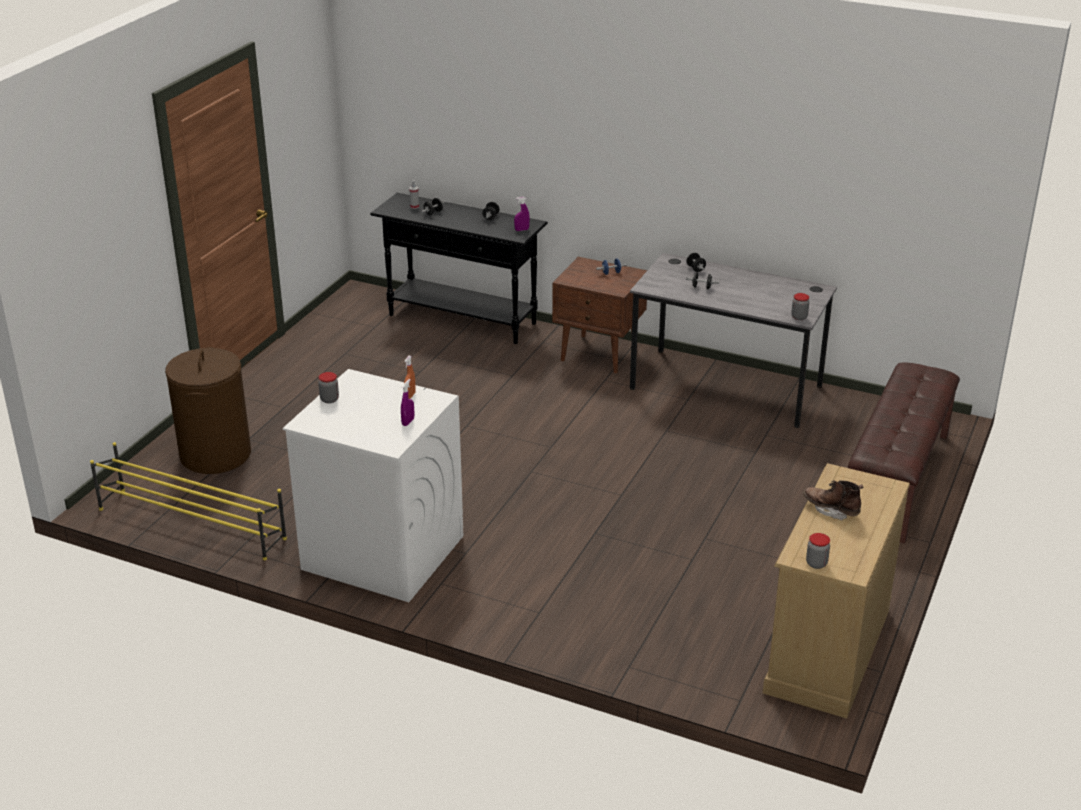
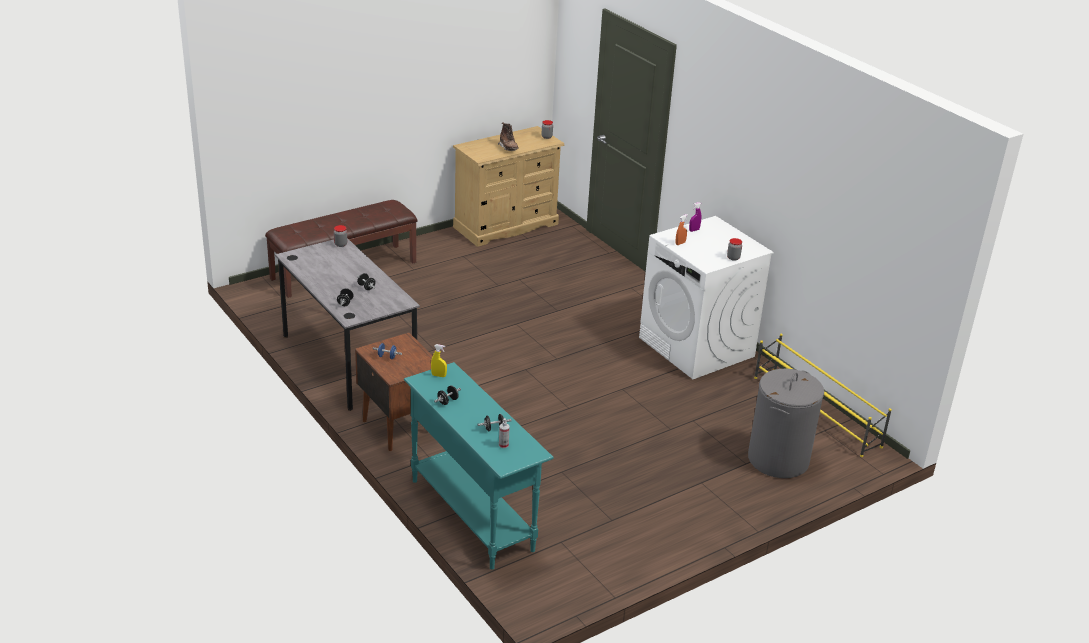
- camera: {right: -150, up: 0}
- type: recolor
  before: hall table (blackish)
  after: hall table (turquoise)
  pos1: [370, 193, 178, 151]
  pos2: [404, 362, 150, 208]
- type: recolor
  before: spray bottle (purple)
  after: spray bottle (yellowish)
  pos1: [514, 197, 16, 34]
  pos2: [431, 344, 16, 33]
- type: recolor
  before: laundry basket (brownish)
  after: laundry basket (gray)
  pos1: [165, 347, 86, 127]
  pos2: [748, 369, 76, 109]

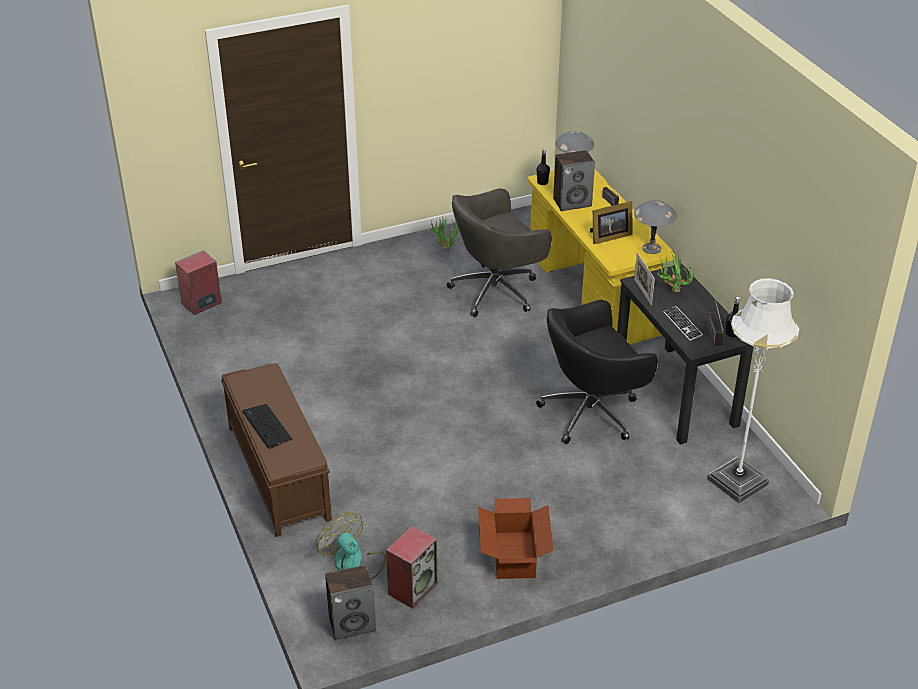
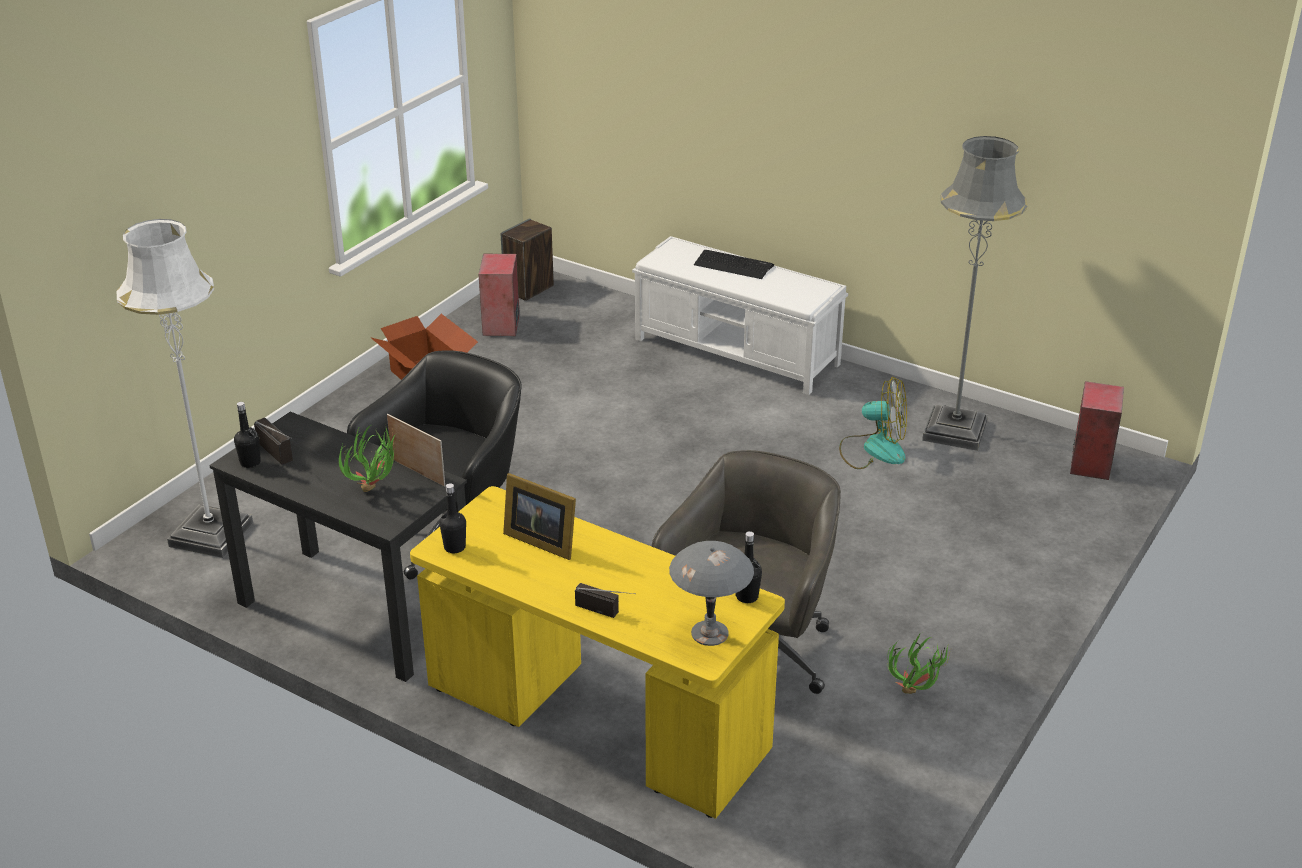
- camera: {right: 145, up: -5}
- type: delete
  before: audio speaker
  pos1: [553, 150, 42, 61]
- type: replace
  before: table lamp (gray)
  after: drink bottle (blackish)
  pos1: [634, 200, 43, 54]
  pos2: [439, 483, 27, 70]
- type: rotate
  before: standing frame
  pos1: [590, 201, 42, 43]
  pos2: [503, 473, 73, 87]
  turn: -90
- type: delete
  before: keyboard
  pos1: [663, 306, 40, 35]
- type: recolor
  before: indoor bench (brownish)
  after: indoor bench (whitish)
  pos1: [221, 363, 111, 174]
  pos2: [632, 236, 216, 159]
- type: move
  before: electric fan
  pos1: [316, 512, 70, 68]
  pos2: [839, 377, 68, 92]
- type: insert
  after: standing lamp (gray)
  pos2: [922, 136, 105, 315]

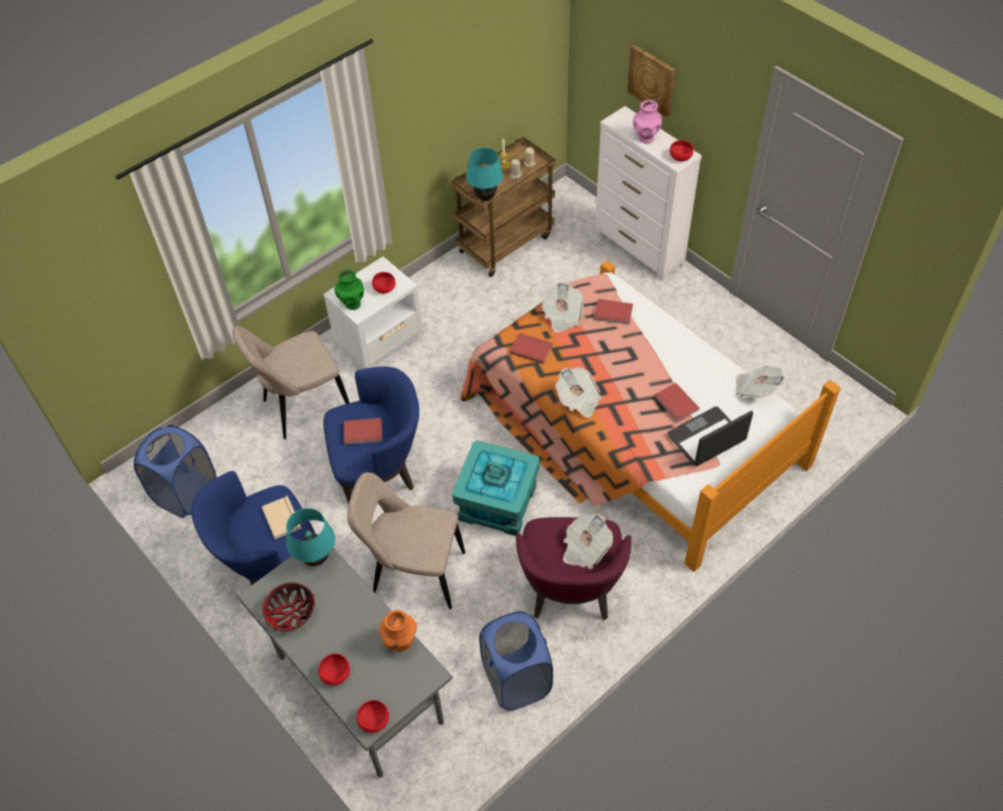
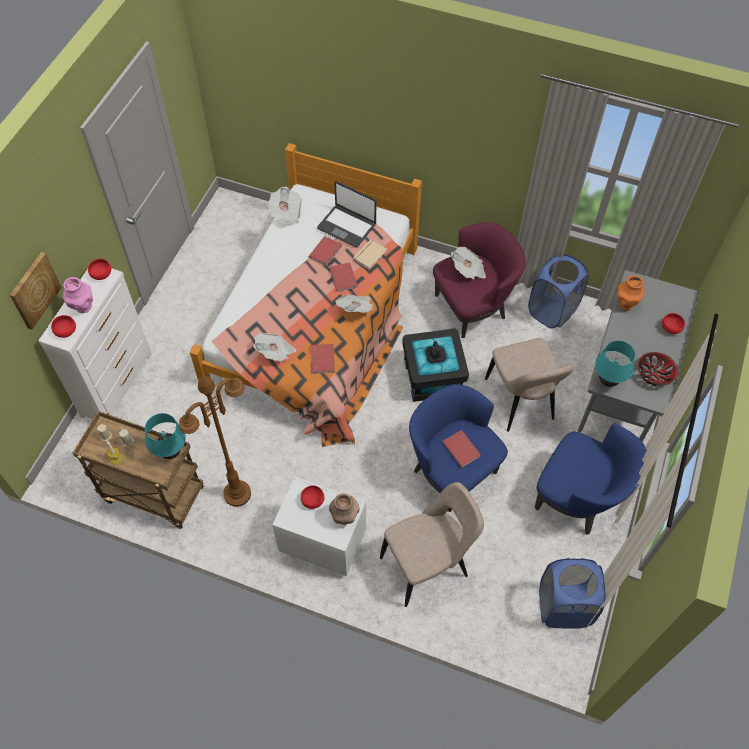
- camera: {right: -120, up: 5}
- type: recolor
  before: decorative vase (green-coloured)
  after: decorative vase (brownish)
  pos1: [334, 269, 30, 41]
  pos2: [329, 494, 31, 31]
- type: move
  before: bound book (red)
  pos1: [594, 299, 39, 26]
  pos2: [329, 262, 29, 30]
- type: rotate
  before: chair (sand-coloured)
  pos1: [232, 326, 117, 113]
  pos2: [380, 482, 104, 125]
  turn: -60
- type: recolor
  before: storage box (turquoise)
  after: storage box (blackish)
  pos1: [452, 441, 88, 95]
  pos2: [402, 328, 67, 74]
- type: move
  before: bound book (sand-coloured)
  pos1: [262, 496, 39, 43]
  pos2: [353, 240, 35, 30]
- type: move
  before: deep dish (red)
  pos1: [357, 700, 32, 33]
  pos2: [51, 315, 25, 23]
- type: insert
  after: standing lamp (brownish)
  pos2: [179, 376, 72, 131]

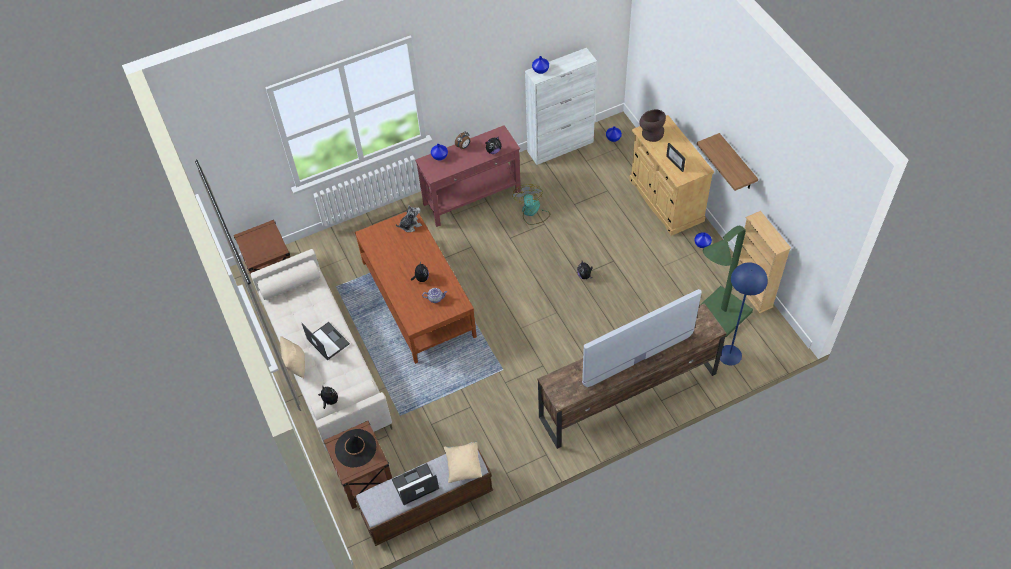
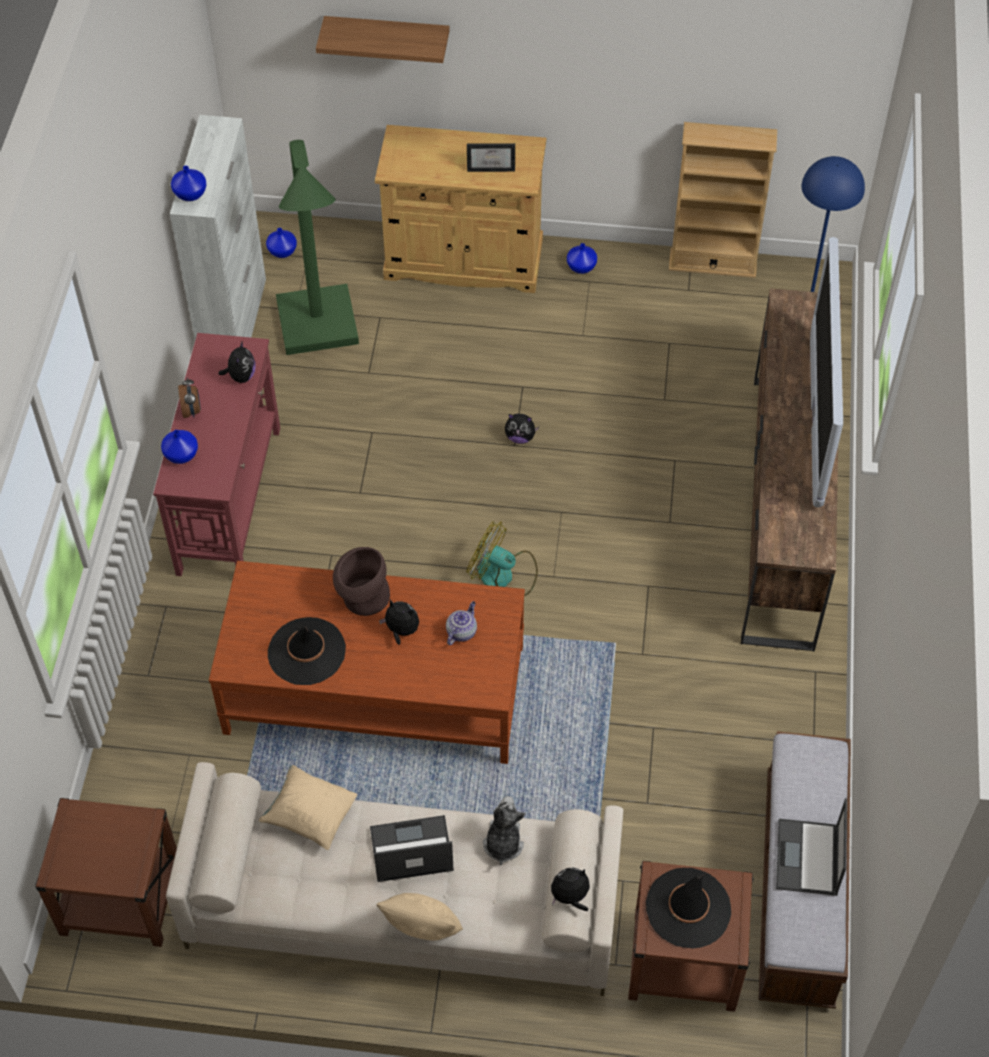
- camera: {right: -60, up: 0}
- type: move
  before: decorative vase (brownish)
  pos1: [640, 110, 26, 32]
  pos2: [333, 547, 57, 69]
- type: move
  before: wall shelf
  pos1: [697, 133, 61, 58]
  pos2: [316, 16, 134, 47]
- type: move
  before: electric fan
  pos1: [512, 184, 38, 41]
  pos2: [466, 522, 72, 74]
- type: move
  before: plush toy
  pos1: [396, 206, 26, 26]
  pos2: [483, 796, 42, 69]
- type: move
  before: standing lamp (green-coloured)
  pos1: [699, 226, 54, 111]
  pos2: [276, 140, 83, 215]
- type: move
  before: throw pillow (sand-coloured)
  pos1: [443, 442, 39, 41]
  pos2: [259, 765, 98, 85]
- type: insert
  after: clothing hat (blackish)
  pos2: [268, 617, 78, 68]

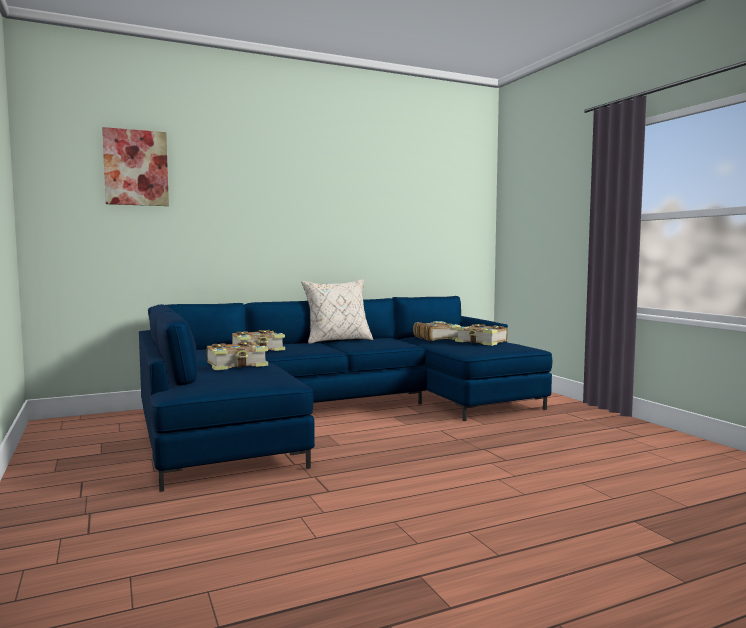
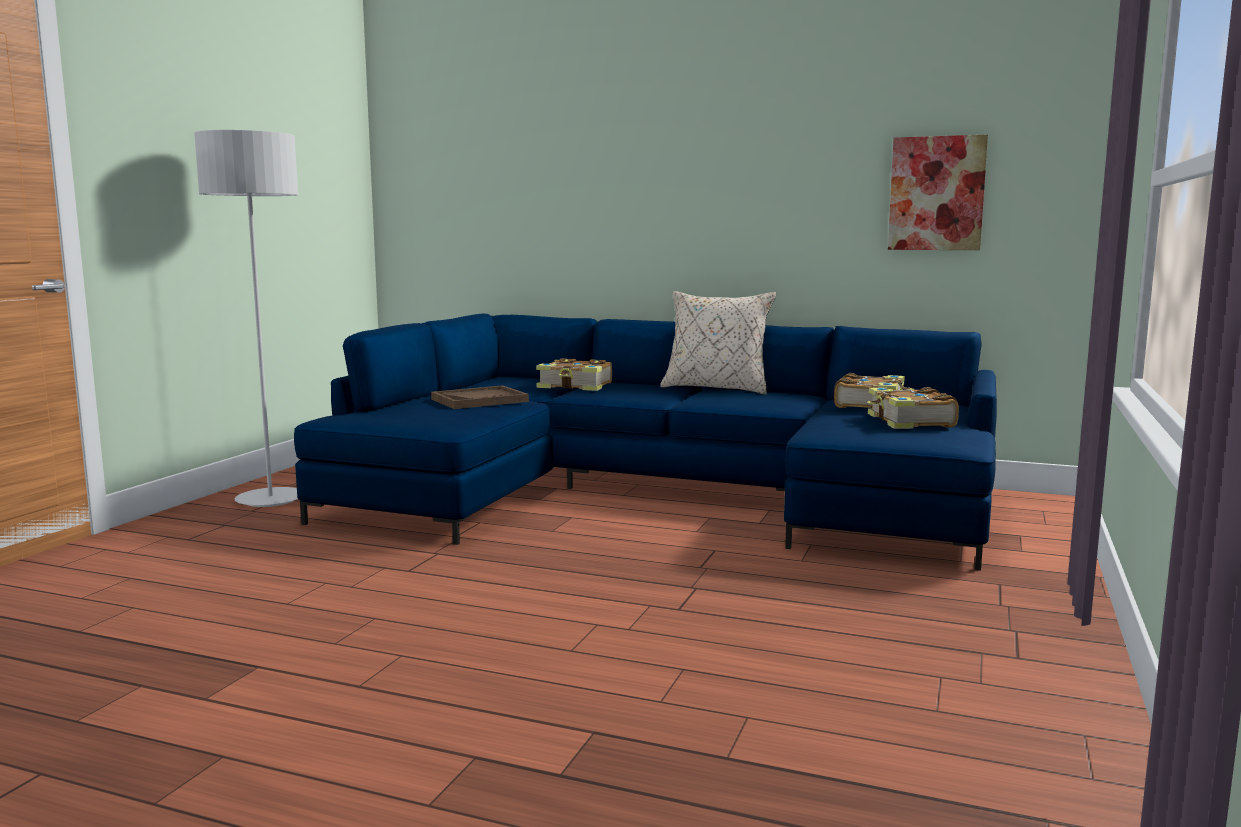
- camera: {right: 45, up: 5}
- type: move
  before: wall picture
  pos1: [102, 127, 67, 79]
  pos2: [888, 135, 100, 115]
- type: replace
  before: bound book
  after: carrying tray (brownish)
  pos1: [207, 341, 61, 29]
  pos2: [431, 385, 98, 24]
- type: insert
  after: standing lamp (gray)
  pos2: [194, 130, 104, 377]

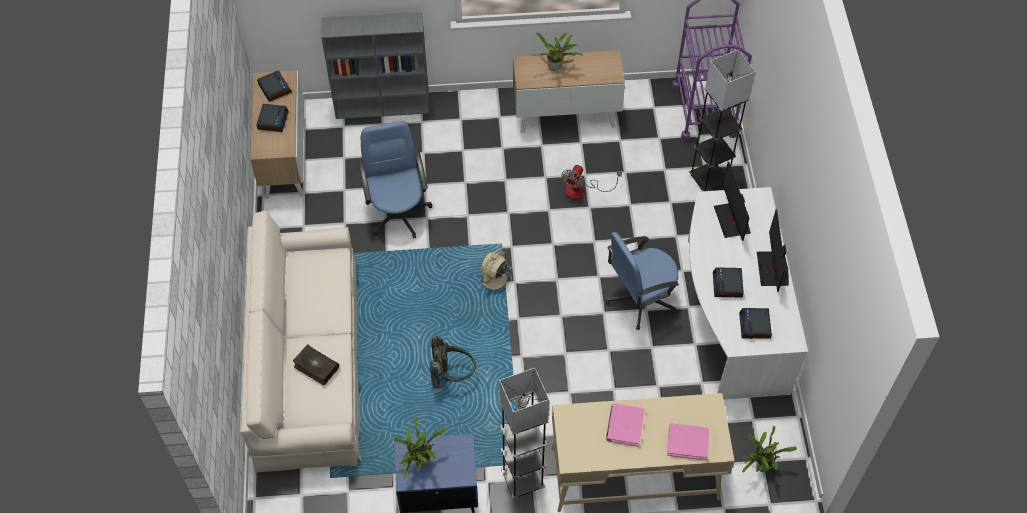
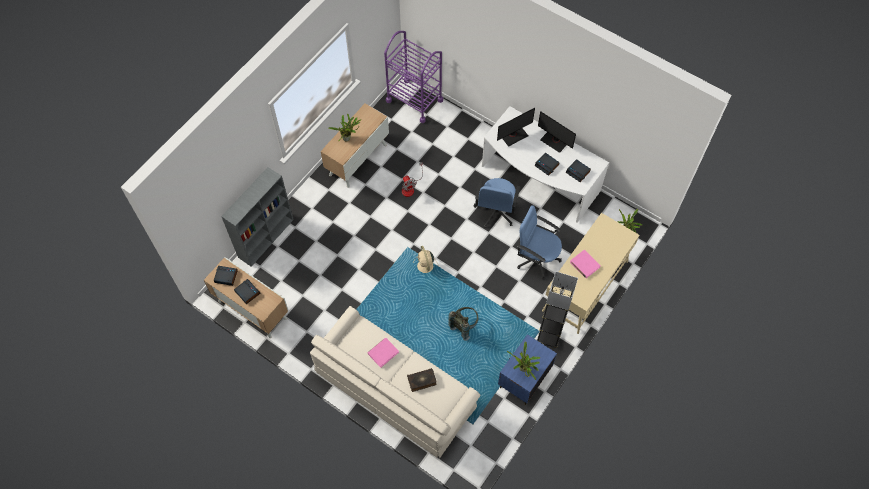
- camera: {right: -50, up: 5}
- type: delete
  before: standing lamp (gray)
  pos1: [689, 50, 66, 141]
- type: move
  before: office chair (blue-coloured)
  pos1: [357, 121, 75, 117]
  pos2: [517, 205, 45, 74]
- type: rotate
  before: computer display
  pos1: [714, 161, 37, 80]
  pos2: [497, 108, 38, 39]
  turn: -60
- type: move
  before: bound book (pink)
  pos1: [667, 423, 42, 37]
  pos2: [367, 338, 32, 30]

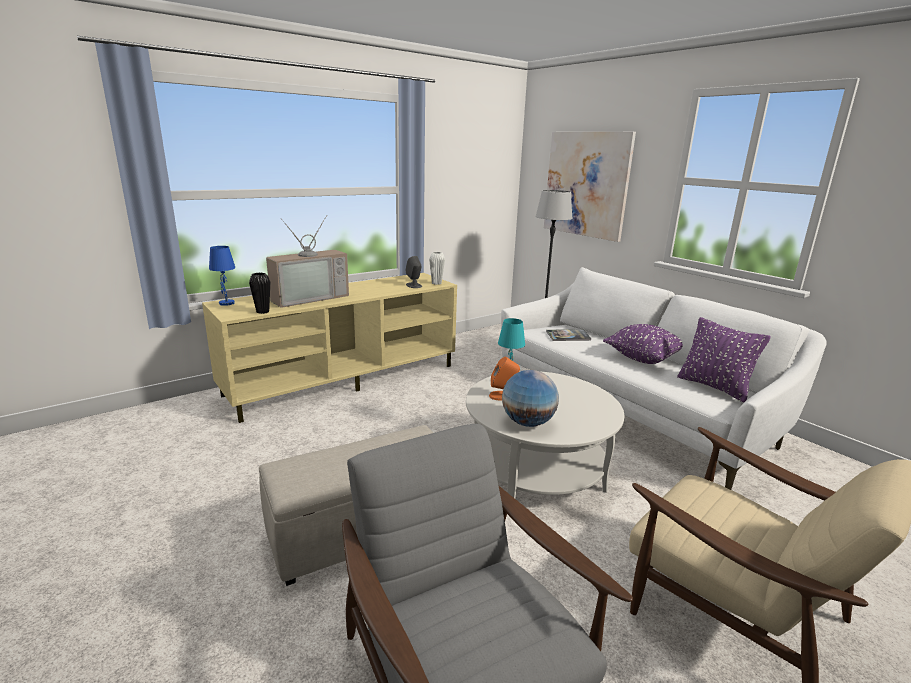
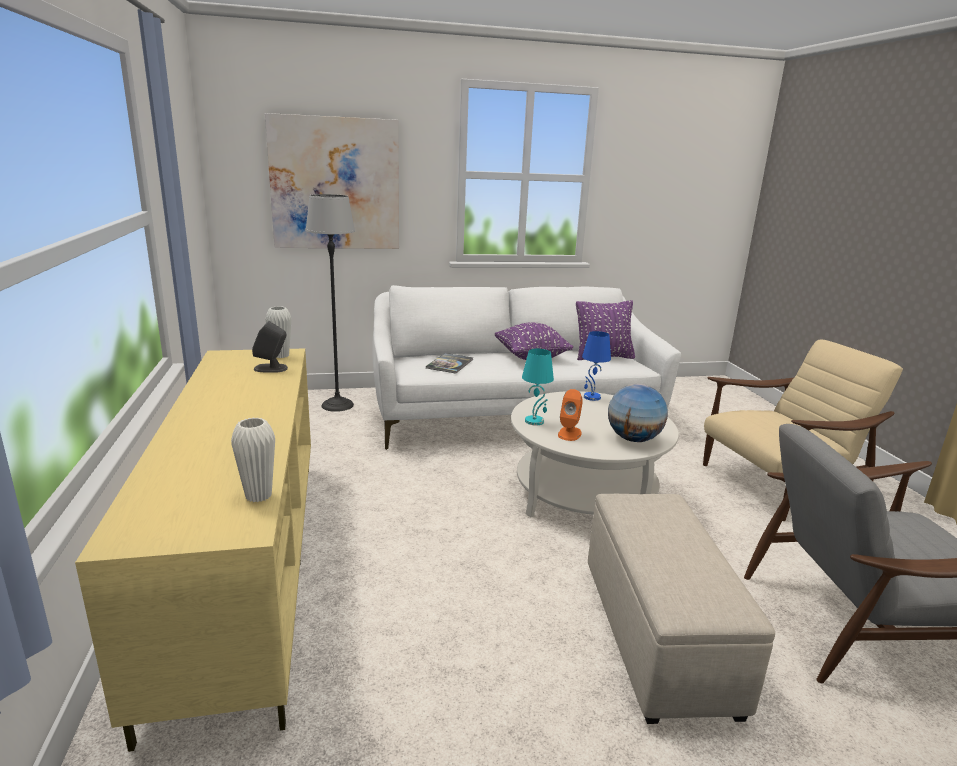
- camera: {right: -65, up: 0}
- type: delete
  before: TV set
  pos1: [266, 215, 83, 93]
- type: move
  before: table lamp (blue-coloured)
  pos1: [209, 246, 26, 60]
  pos2: [582, 331, 29, 70]
- type: recolor
  before: decorative vase (blackish)
  after: decorative vase (whitish)
  pos1: [249, 273, 21, 41]
  pos2: [231, 417, 44, 85]

